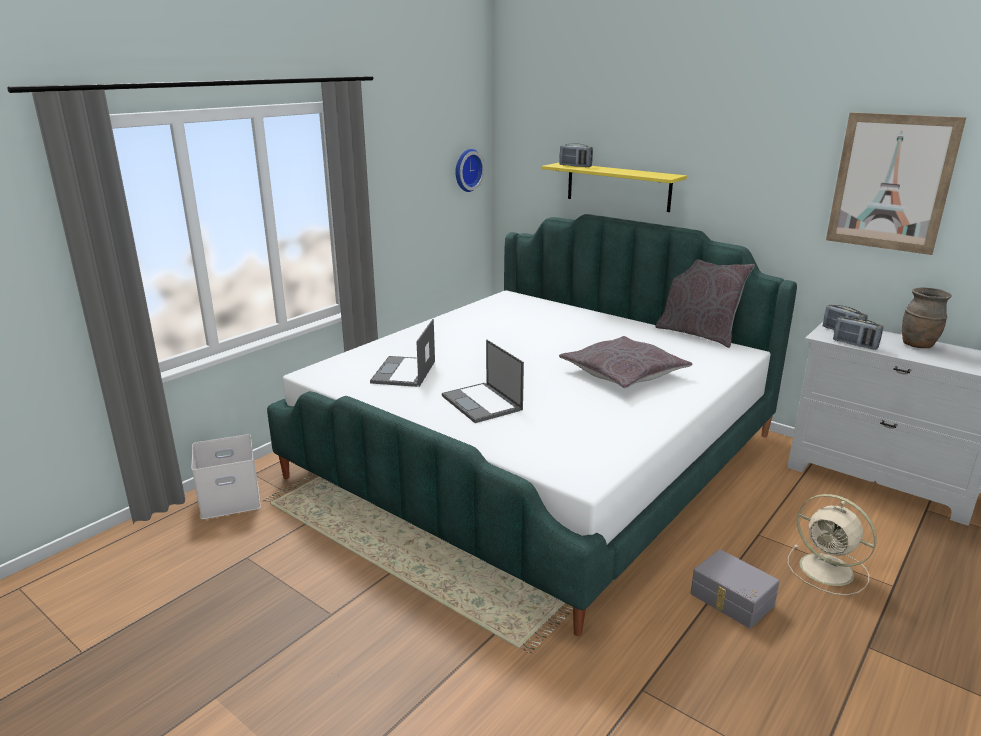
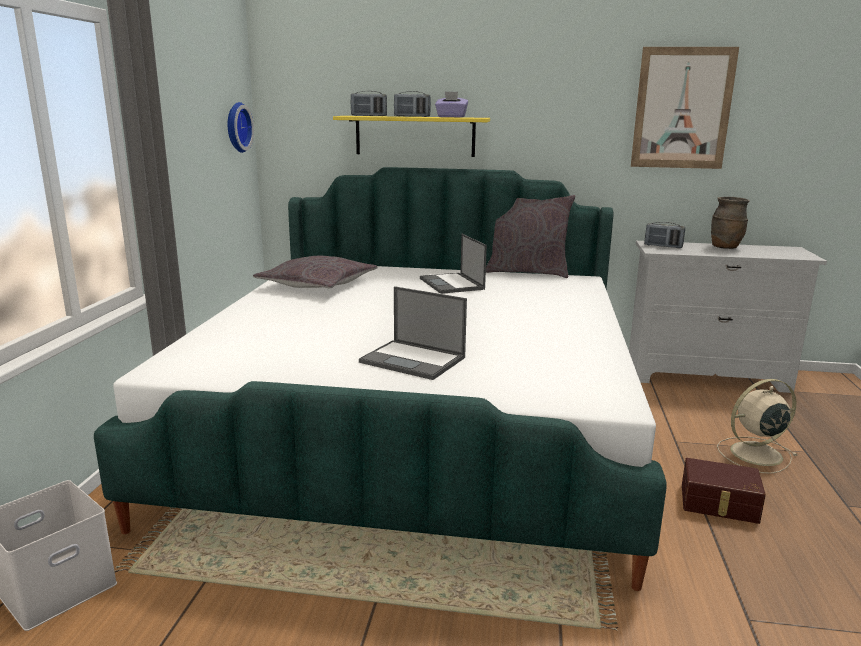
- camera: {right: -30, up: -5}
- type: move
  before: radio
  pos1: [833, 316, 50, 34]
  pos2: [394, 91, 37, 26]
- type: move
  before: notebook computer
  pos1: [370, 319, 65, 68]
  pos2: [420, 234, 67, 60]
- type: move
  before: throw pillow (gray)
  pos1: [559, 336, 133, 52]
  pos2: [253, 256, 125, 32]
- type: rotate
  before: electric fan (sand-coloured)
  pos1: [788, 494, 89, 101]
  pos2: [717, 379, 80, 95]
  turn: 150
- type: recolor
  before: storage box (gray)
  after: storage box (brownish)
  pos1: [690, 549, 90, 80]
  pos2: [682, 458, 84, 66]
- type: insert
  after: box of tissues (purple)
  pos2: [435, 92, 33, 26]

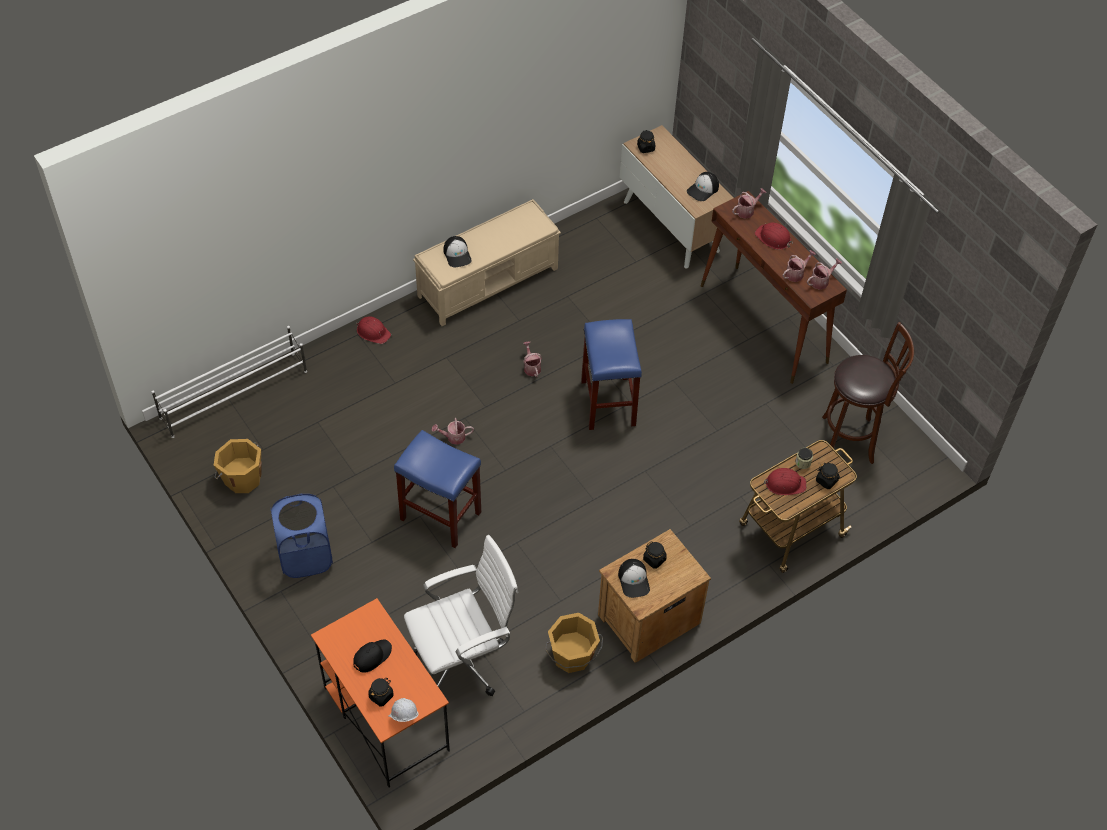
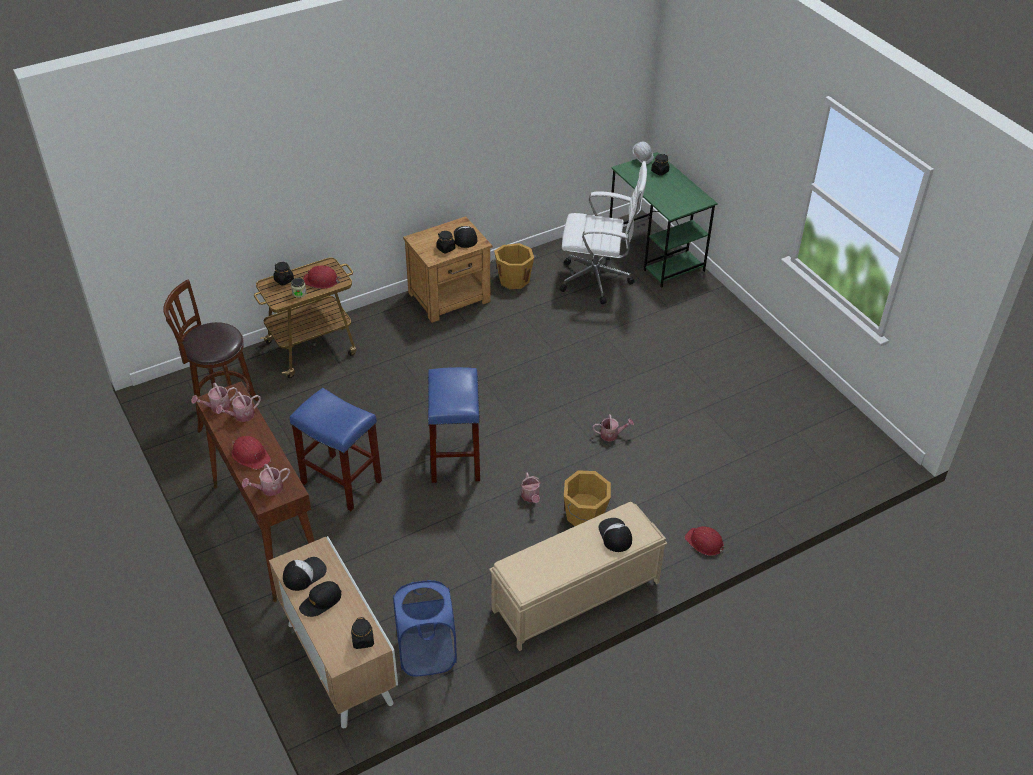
- camera: {right: -175, up: -10}
- type: delete
  before: shoe stand (whitish)
  pos1: [152, 326, 155, 112]
- type: move
  before: stool seat (blue-coloured)
  pos1: [394, 430, 87, 118]
  pos2: [290, 388, 92, 123]
- type: move
  before: bucket (orange)
  pos1: [214, 439, 48, 54]
  pos2: [564, 470, 47, 56]
- type: move
  before: laundry basket (blue-coloured)
  pos1: [270, 493, 63, 85]
  pos2: [393, 580, 64, 97]
- type: rotate
  before: office chair (whitish)
  pos1: [404, 535, 115, 161]
  pos2: [560, 161, 87, 143]
  turn: -150
- type: recolor
  before: desk table (orange)
  after: desk table (green-coloured)
  pos1: [311, 598, 139, 190]
  pos2: [609, 152, 109, 135]
- type: move
  before: baseball cap (blackish)
  pos1: [353, 639, 39, 34]
  pos2: [299, 581, 42, 36]

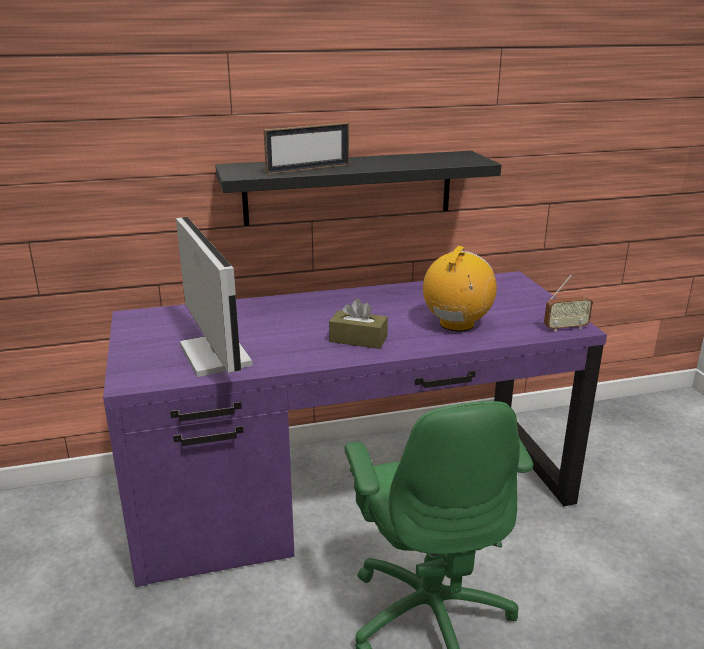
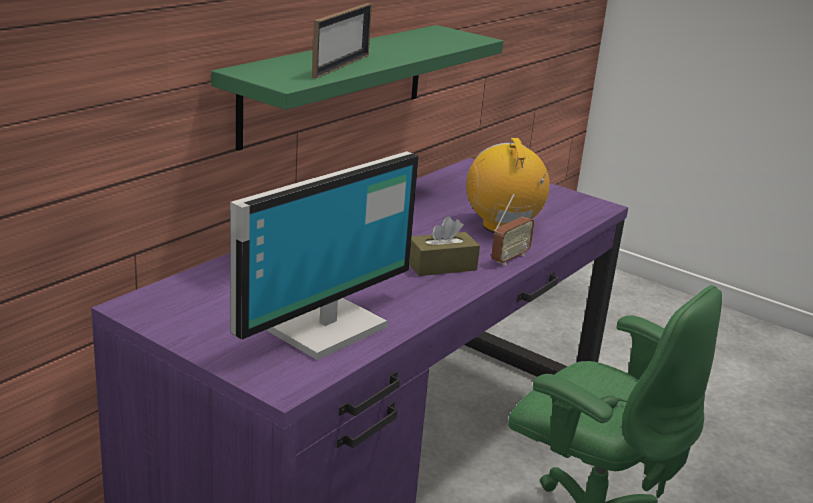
- camera: {right: -40, up: 0}
- type: recolor
  before: wall shelf (blackish)
  after: wall shelf (green-coloured)
  pos1: [215, 151, 286, 75]
  pos2: [211, 25, 292, 126]
- type: rotate
  before: computer display
  pos1: [176, 217, 77, 160]
  pos2: [230, 151, 189, 209]
  turn: 105
- type: move
  before: radio
  pos1: [544, 275, 49, 57]
  pos2: [491, 194, 43, 71]

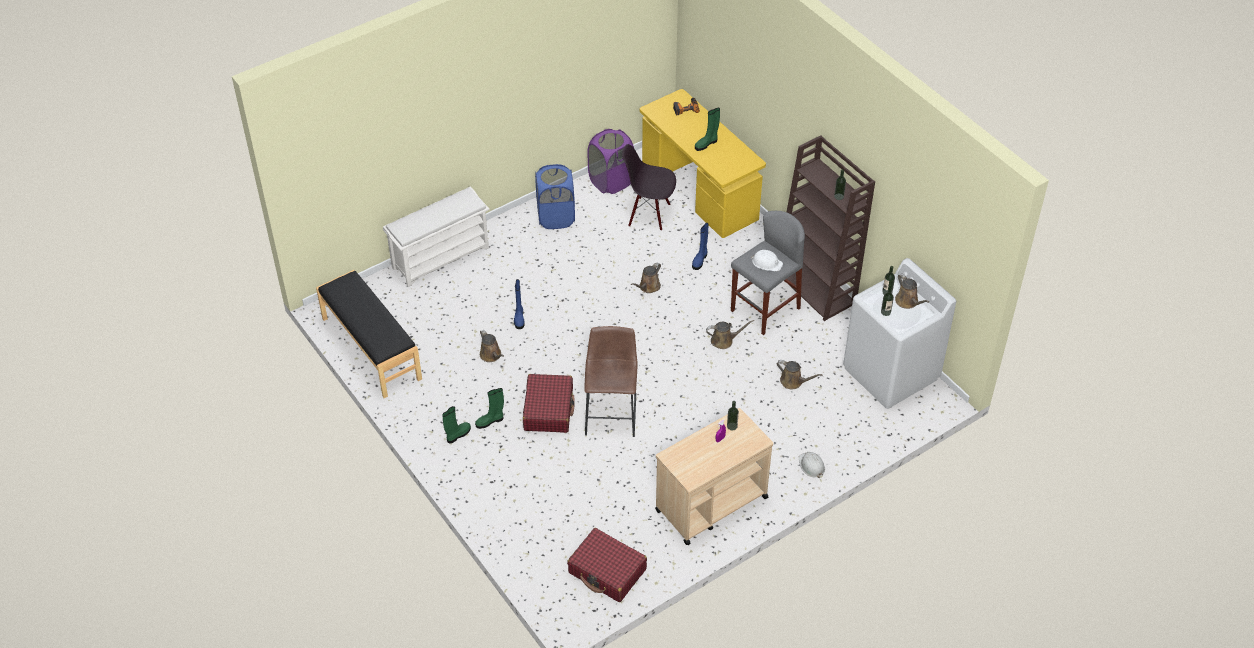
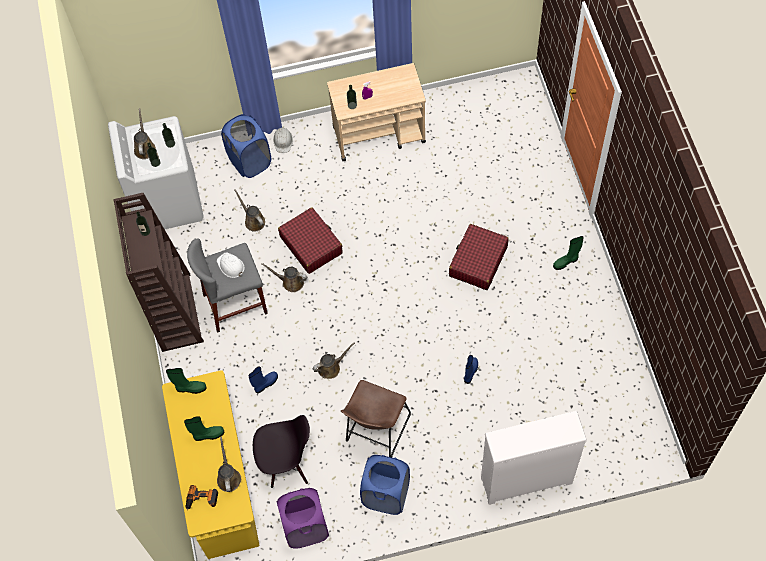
- camera: {right: -155, up: 15}
- type: rotate
  before: chair (blackish)
  pos1: [622, 144, 54, 87]
  pos2: [253, 415, 57, 73]
  turn: -45
- type: replace
  before: shoe stand (whitish)
  after: dresser (whitish)
  pos1: [383, 186, 107, 101]
  pos2: [481, 411, 106, 94]
- type: delete
  before: indoor bench (blackish)
  pos1: [316, 270, 106, 128]
- type: move
  before: stool seat (brownish)
  pos1: [584, 326, 54, 111]
  pos2: [341, 380, 70, 77]
- type: move
  before: watering can (brownish)
  pos1: [480, 330, 24, 32]
  pos2: [217, 437, 24, 55]
- type: move
  before: tall boot (green-coloured)
  pos1: [475, 388, 29, 41]
  pos2: [166, 368, 40, 26]
- type: move
  before: travel case (red)
  pos1: [567, 528, 80, 74]
  pos2: [278, 207, 65, 67]
- type: insert
  after: laundry basket (blue-coloured)
  pos2: [221, 114, 50, 64]

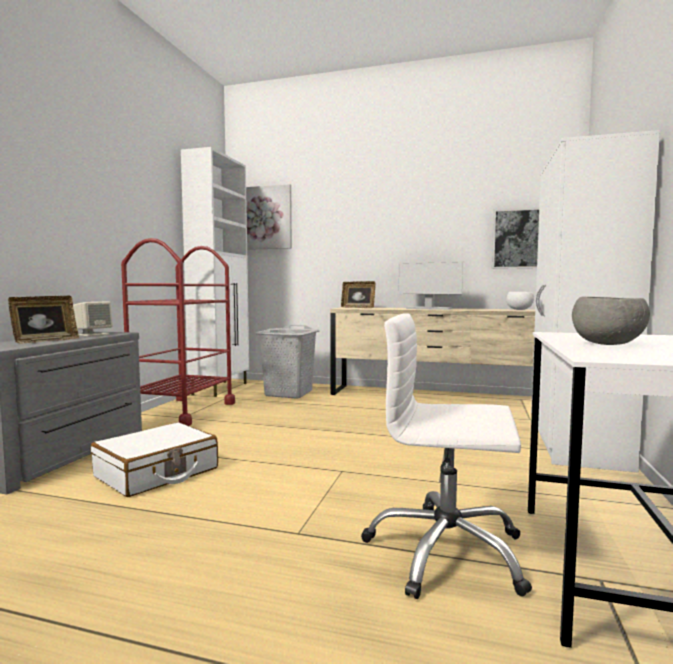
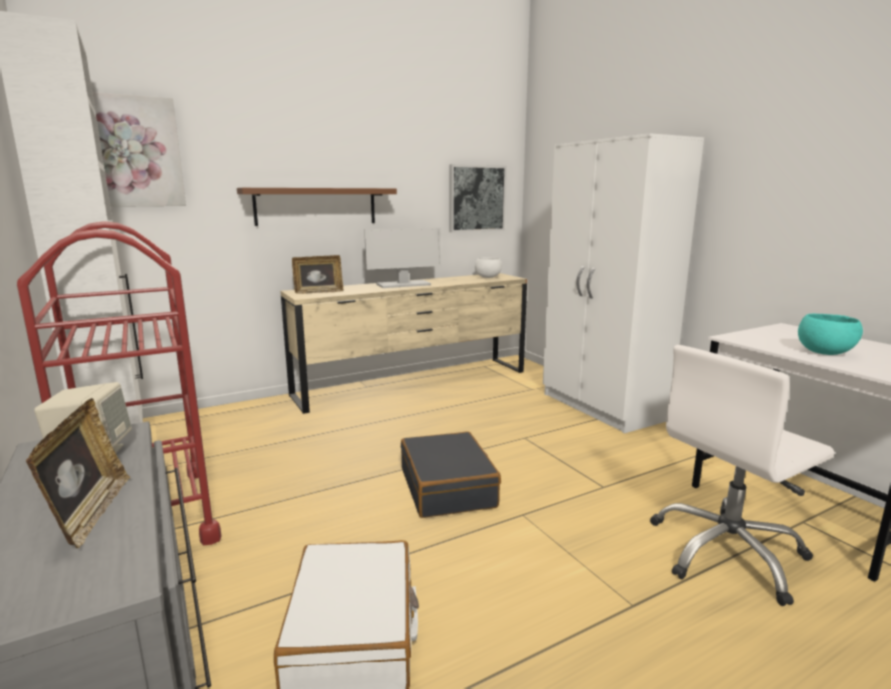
- camera: {right: -45, up: 10}
- type: recolor
  before: deep dish (gray)
  after: deep dish (turquoise)
  pos1: [572, 297, 78, 48]
  pos2: [798, 314, 65, 41]
- type: delete
  before: laundry basket (gray)
  pos1: [255, 325, 65, 74]
- type: insert
  after: wall shelf (brownish)
  pos2: [237, 188, 160, 38]
- type: insert
  after: travel case (blackish)
  pos2: [401, 431, 100, 87]

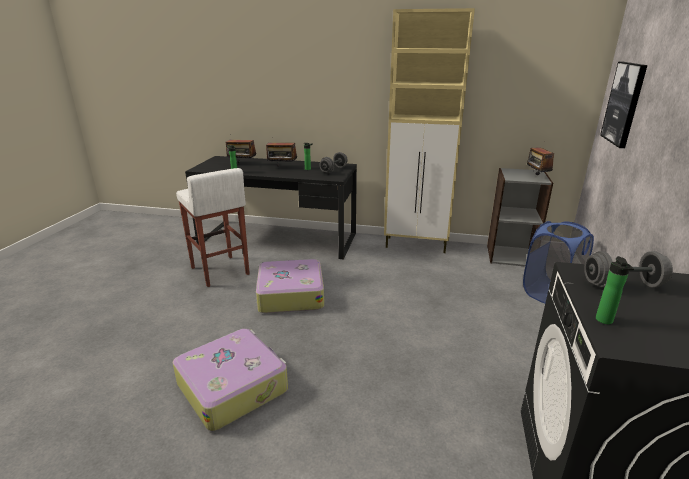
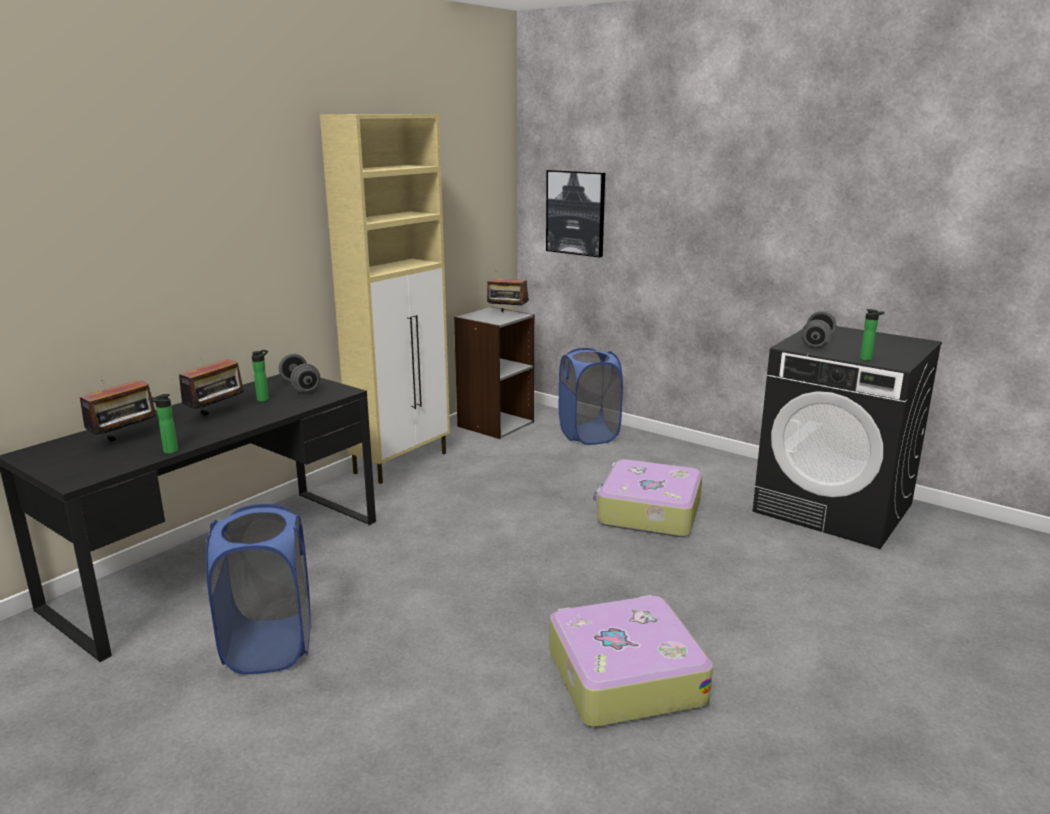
- camera: {right: -65, up: -5}
- type: replace
  before: stool seat (whitish)
  after: laundry basket (blue-coloured)
  pos1: [176, 168, 74, 119]
  pos2: [206, 504, 105, 170]
- type: move
  before: travel case
  pos1: [256, 259, 68, 54]
  pos2: [593, 459, 109, 78]

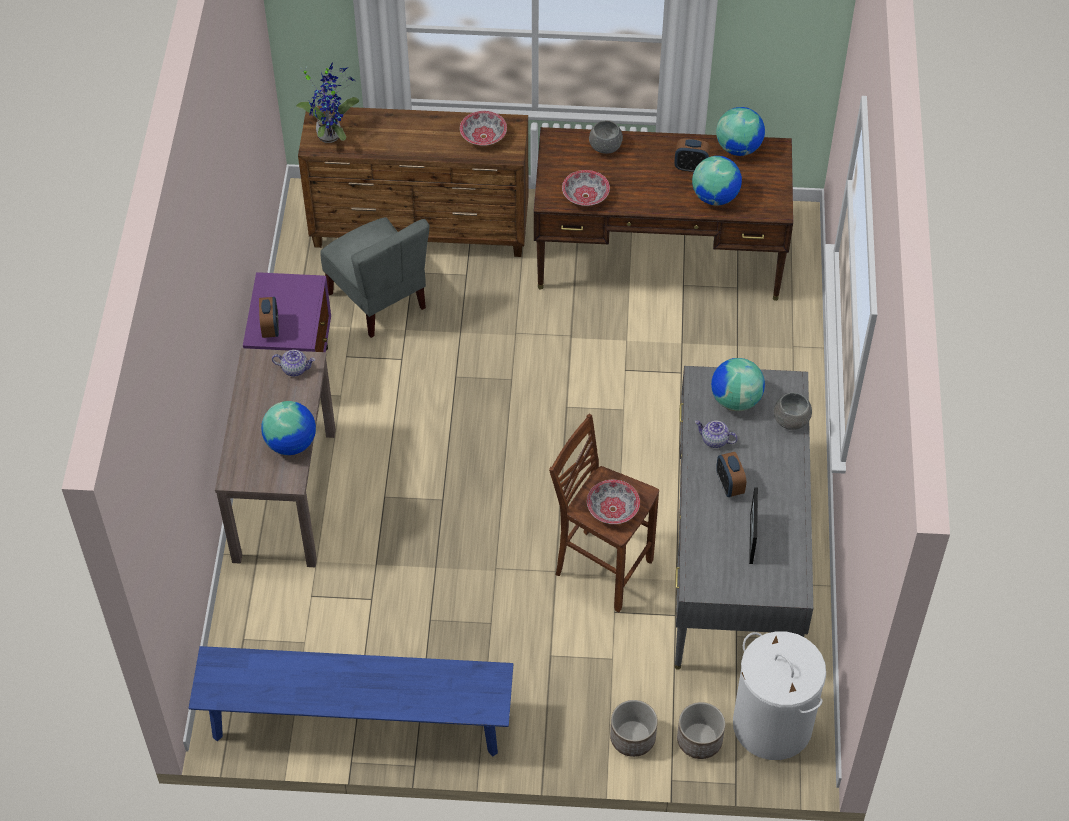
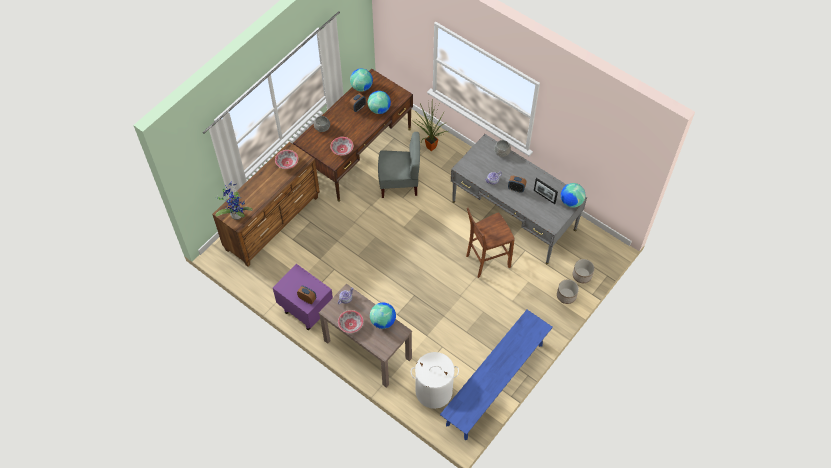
- camera: {right: -55, up: 5}
- type: move
  before: chair (gray)
  pos1: [320, 217, 109, 121]
  pos2: [378, 132, 42, 66]
- type: move
  before: world globe
  pos1: [711, 358, 54, 53]
  pos2: [561, 183, 25, 25]
- type: move
  before: deep dish
  pos1: [587, 480, 53, 44]
  pos2: [338, 310, 25, 23]
- type: move
  before: laundry basket (whitish)
  pos1: [733, 631, 93, 129]
  pos2: [411, 352, 48, 57]
- type: insert
  after: houseplant
  pos2: [412, 99, 36, 52]

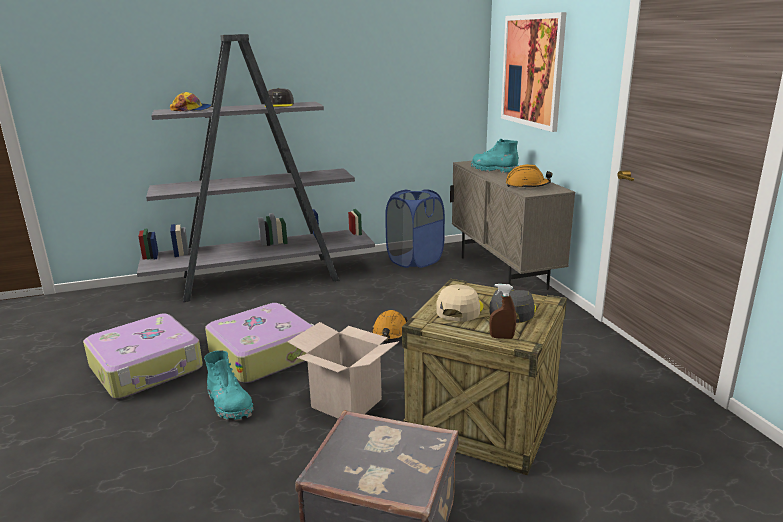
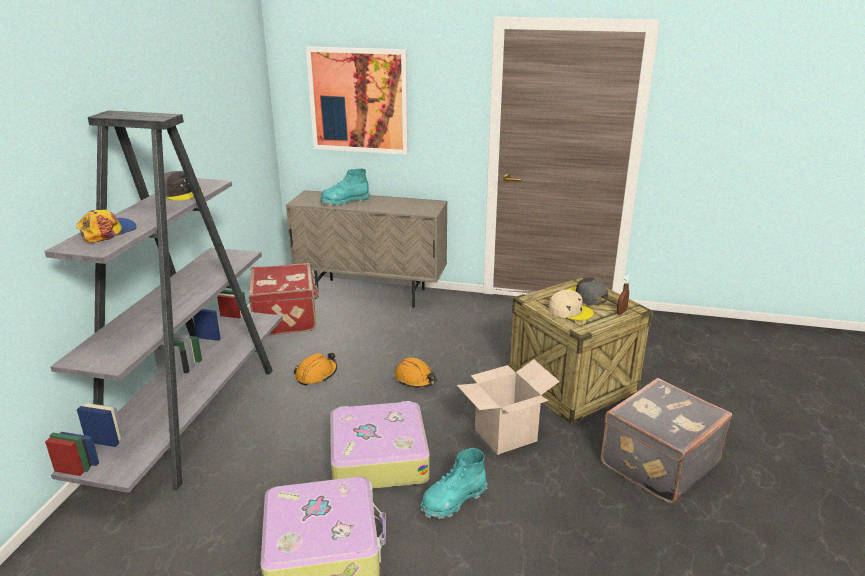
- camera: {right: -60, up: 5}
- type: move
  before: safety helmet (orange)
  pos1: [506, 164, 47, 25]
  pos2: [294, 353, 43, 33]
- type: replace
  before: laundry basket (blue-coloured)
  after: travel case (red)
  pos1: [385, 189, 60, 79]
  pos2: [249, 263, 70, 73]
- type: rotate
  before: baseball cap (sand-coloured)
  pos1: [436, 285, 48, 37]
  pos2: [549, 290, 45, 31]
  turn: 150
- type: rotate
  before: tall boot (turquoise)
  pos1: [204, 350, 50, 71]
  pos2: [421, 448, 66, 71]
  turn: 150

